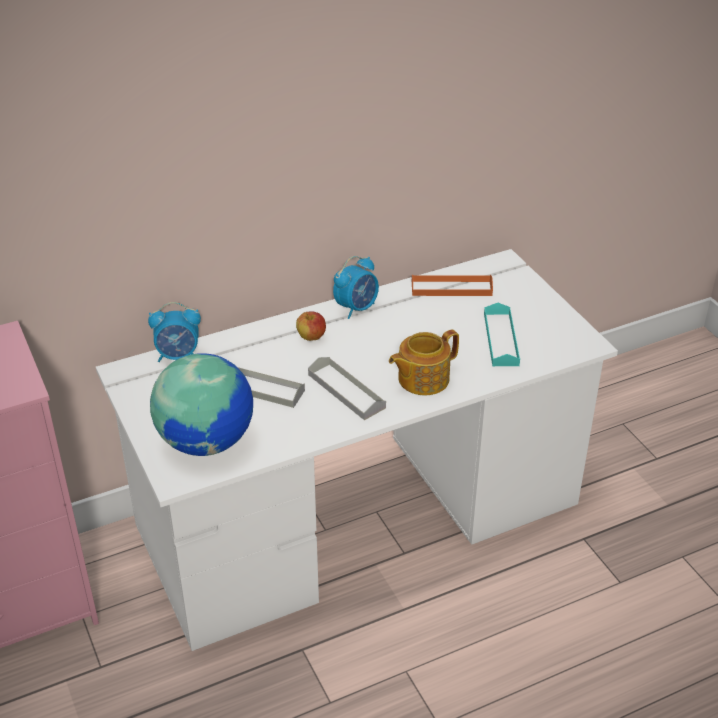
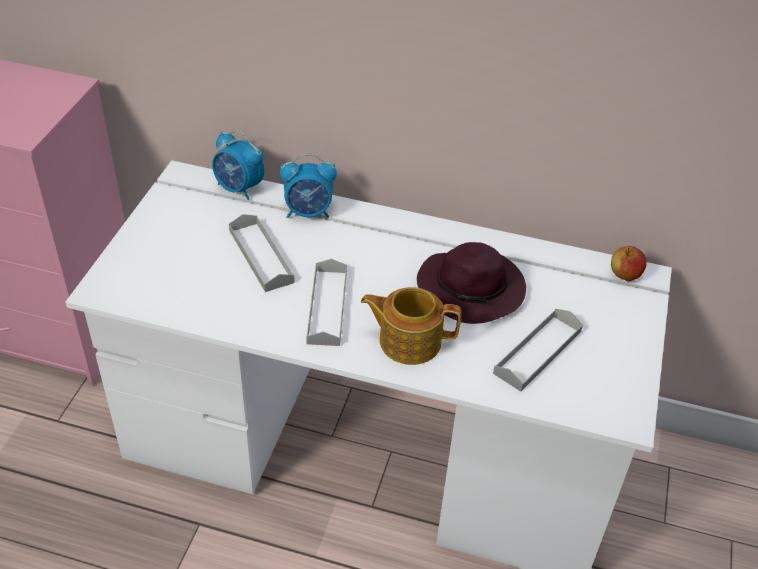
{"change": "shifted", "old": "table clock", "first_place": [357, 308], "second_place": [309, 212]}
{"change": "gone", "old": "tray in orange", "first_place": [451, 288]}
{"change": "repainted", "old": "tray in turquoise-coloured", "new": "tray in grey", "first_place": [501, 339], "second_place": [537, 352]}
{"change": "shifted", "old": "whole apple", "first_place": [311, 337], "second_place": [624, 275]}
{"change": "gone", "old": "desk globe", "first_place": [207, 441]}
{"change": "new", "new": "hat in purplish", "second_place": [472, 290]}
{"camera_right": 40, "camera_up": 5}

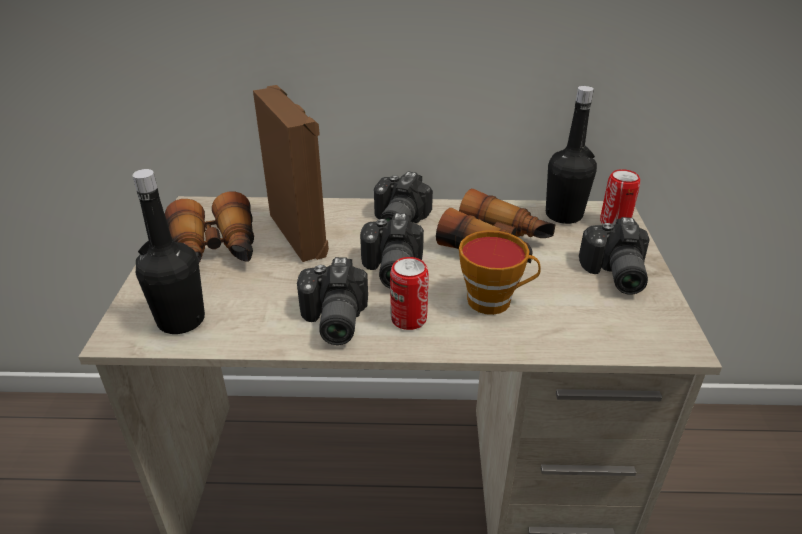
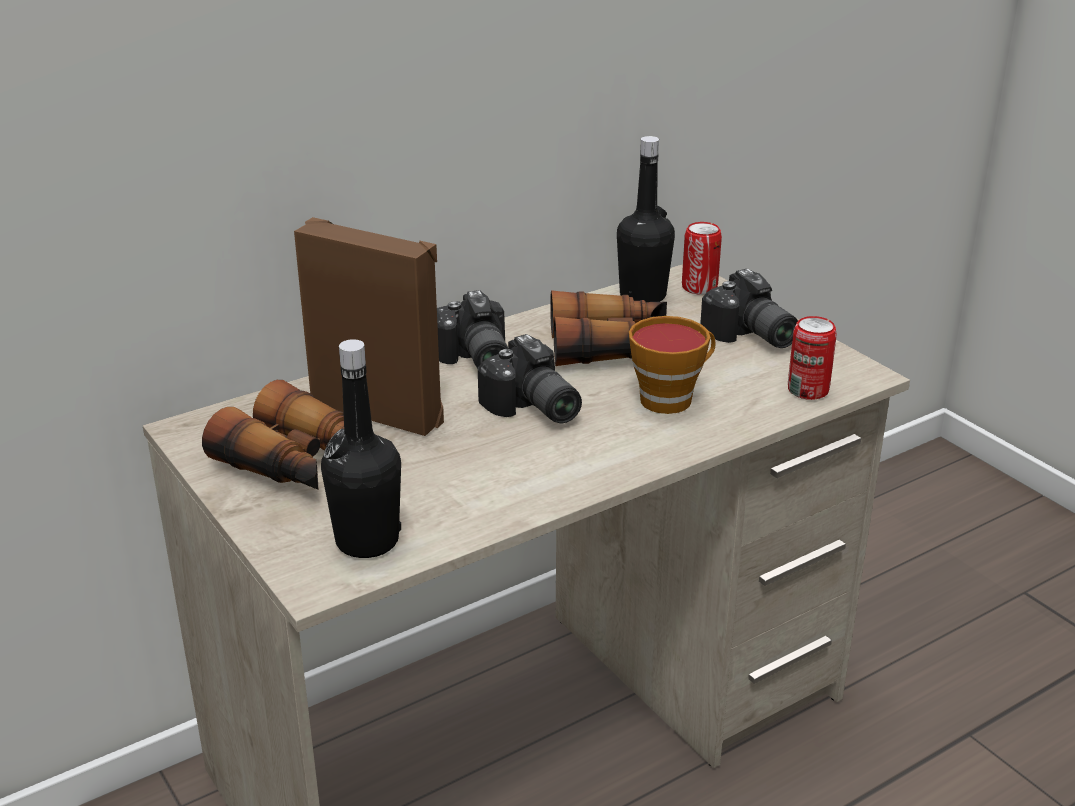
{"change": "gone", "old": "still camera", "first_place": [331, 321]}
{"change": "shifted", "old": "metal can", "first_place": [408, 319], "second_place": [808, 390]}
{"camera_right": -35, "camera_up": -5}

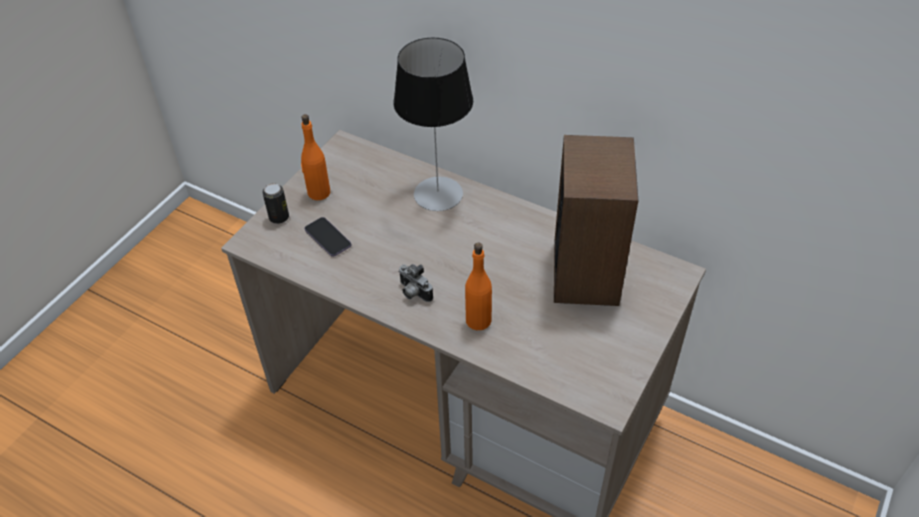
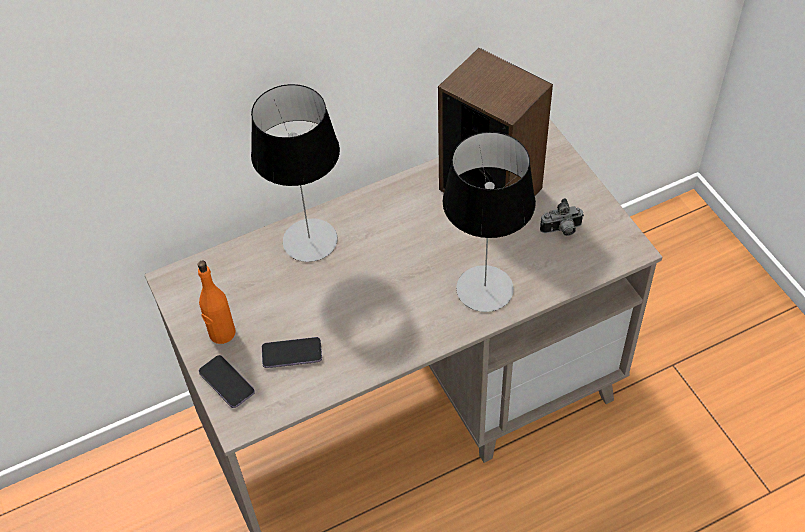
{"change": "swapped", "old": "metal can", "new": "handset", "first_place": [279, 217], "second_place": [227, 382]}
{"change": "swapped", "old": "bottle in orange", "new": "tabletop lamp", "first_place": [478, 320], "second_place": [485, 288]}
{"change": "shifted", "old": "still camera", "first_place": [413, 293], "second_place": [562, 230]}
{"camera_right": -55, "camera_up": 5}

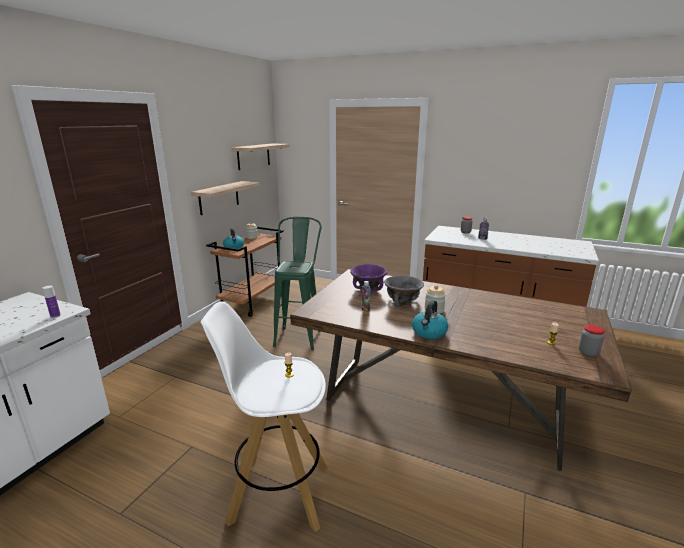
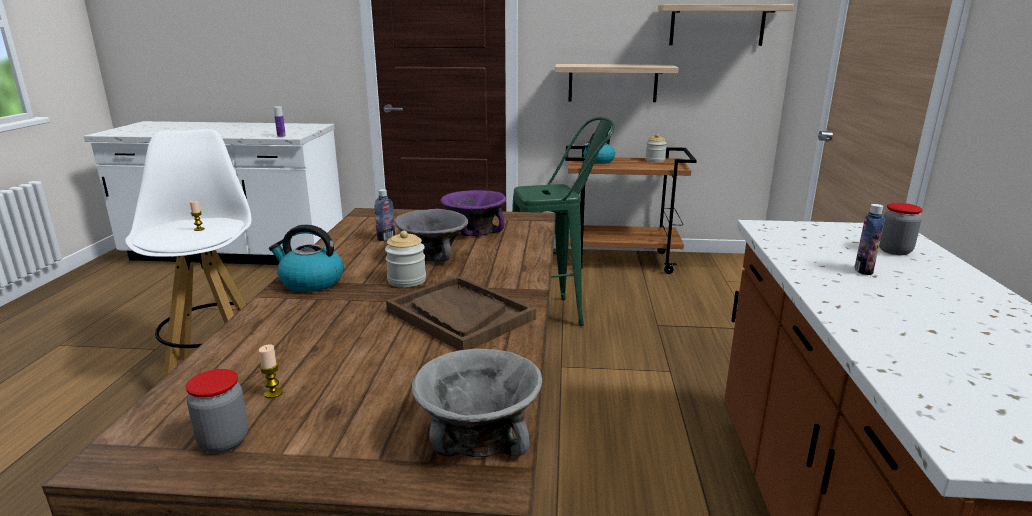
{"change": "new", "new": "tray in brown-coloured", "second_place": [459, 315]}
{"change": "new", "new": "bowl in grey", "second_place": [480, 438]}
{"camera_right": 70, "camera_up": 0}

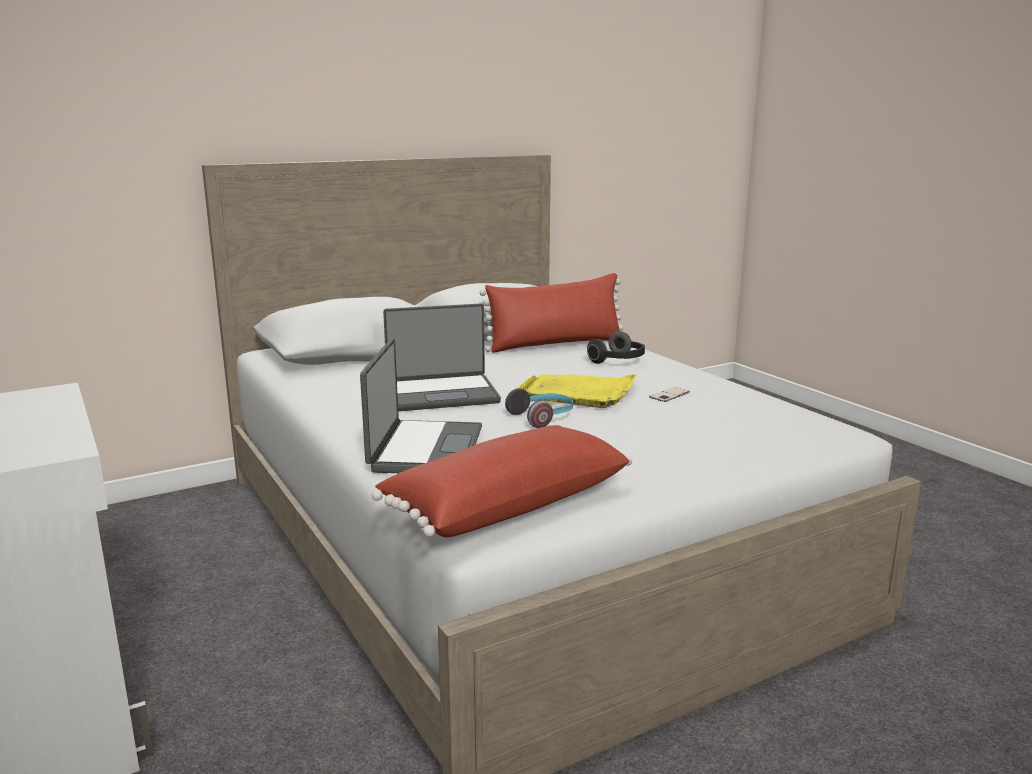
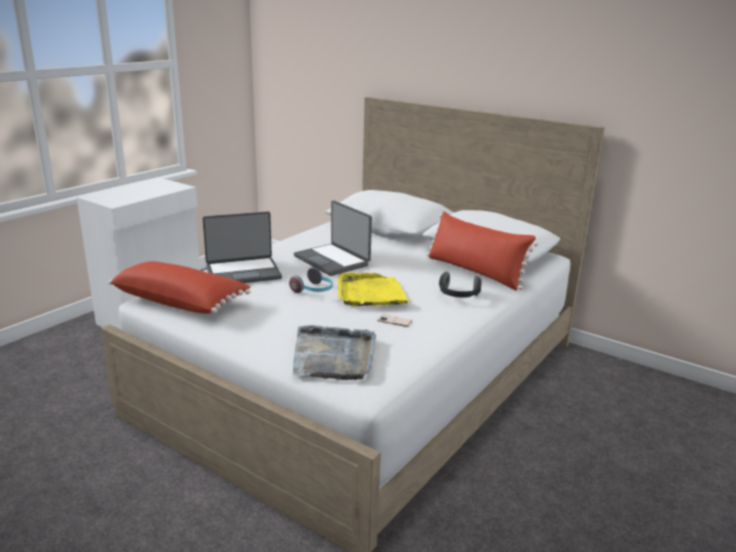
{"change": "new", "new": "tray in grey", "second_place": [333, 356]}
{"camera_right": 65, "camera_up": 5}

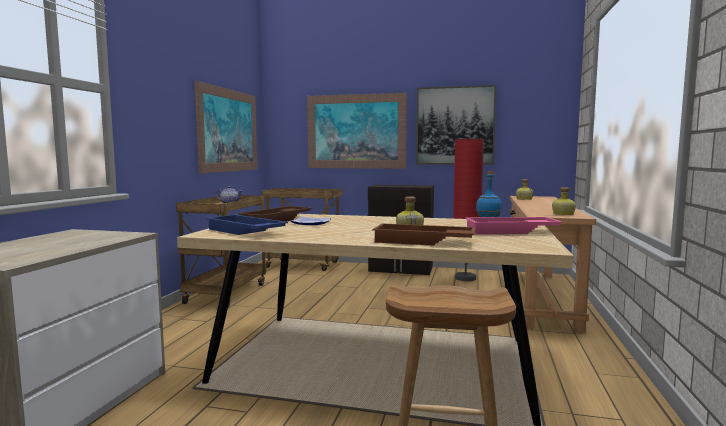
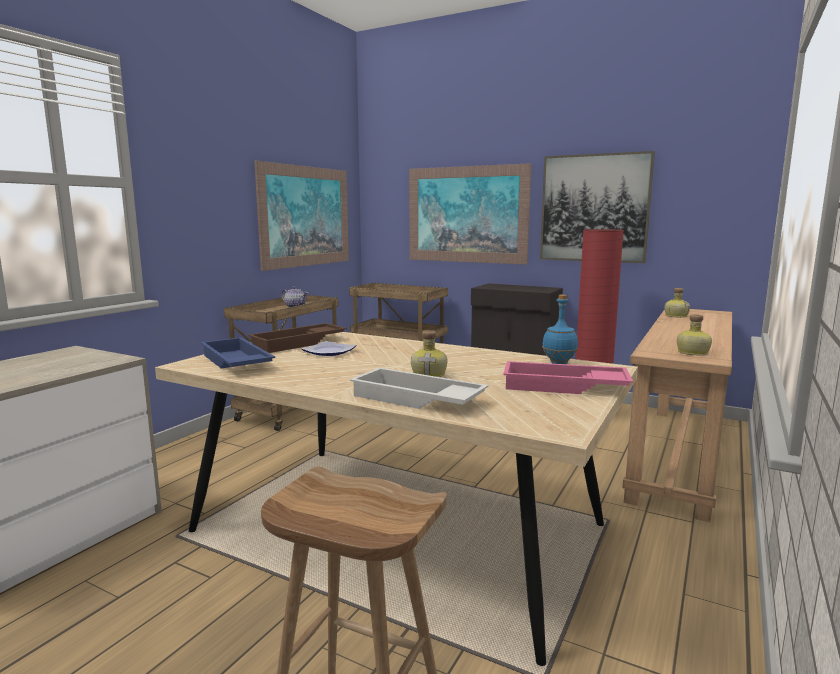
{"change": "repainted", "old": "tray in brown-coloured", "new": "tray in white-coloured", "first_place": [423, 241], "second_place": [415, 399]}
{"camera_right": 15, "camera_up": 5}

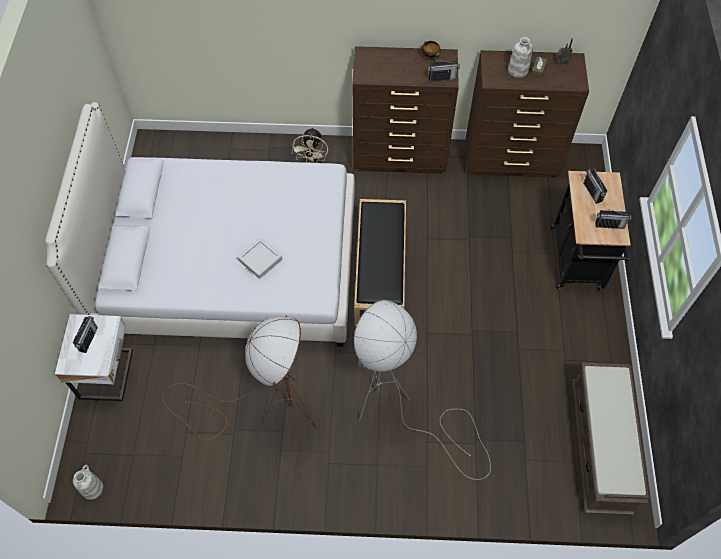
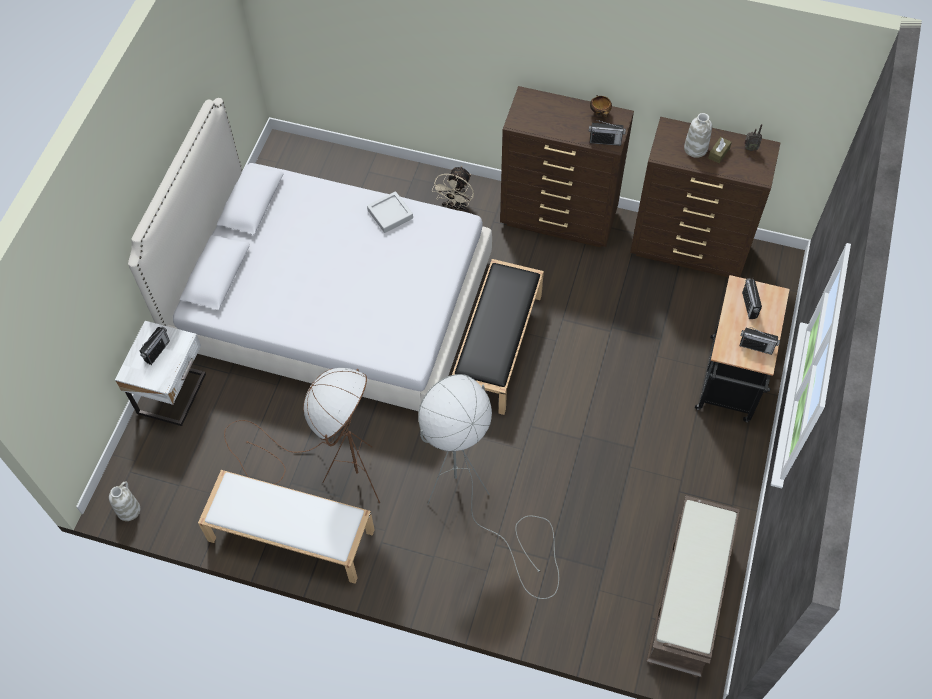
{"change": "shifted", "old": "tray in grey", "first_place": [260, 260], "second_place": [390, 214]}
{"change": "new", "new": "indoor bench in white-coloured", "second_place": [290, 535]}
{"camera_right": 15, "camera_up": 0}

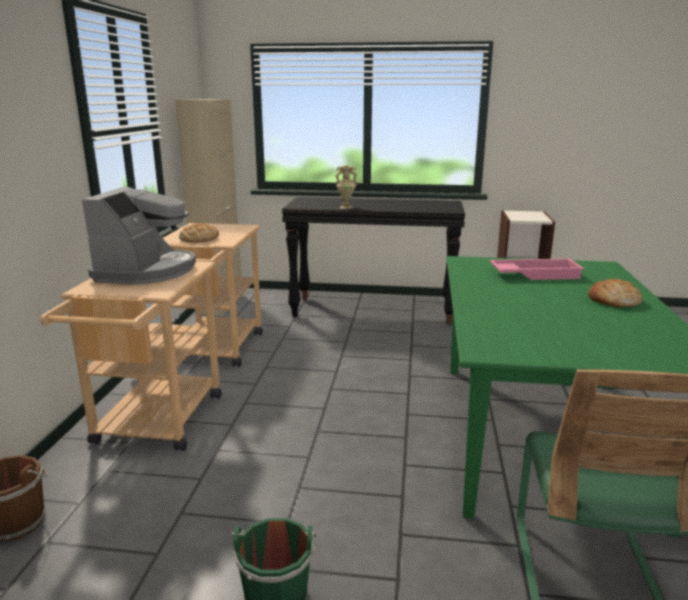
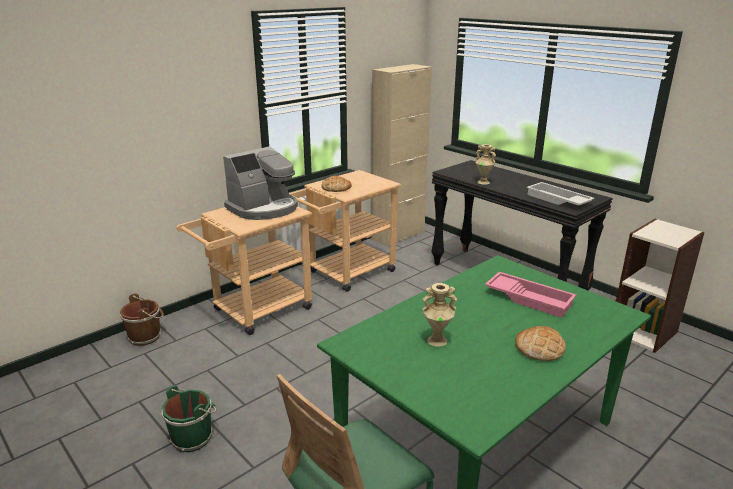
{"change": "new", "new": "tray in white-coloured", "second_place": [557, 200]}
{"change": "new", "new": "flower vase in sand-coloured", "second_place": [437, 340]}
{"camera_right": 40, "camera_up": 5}

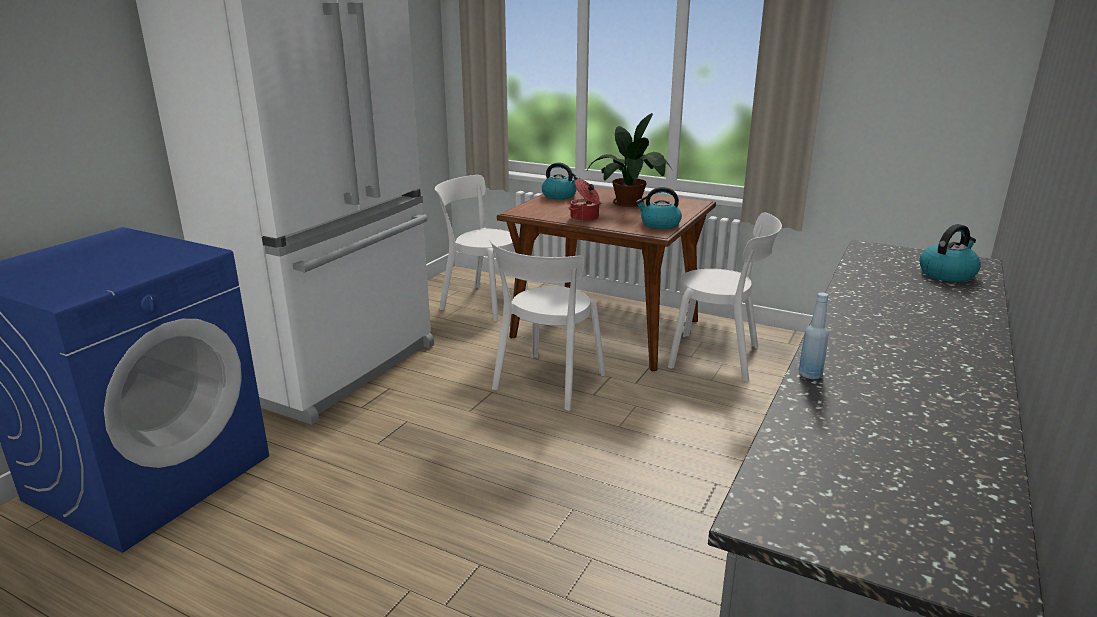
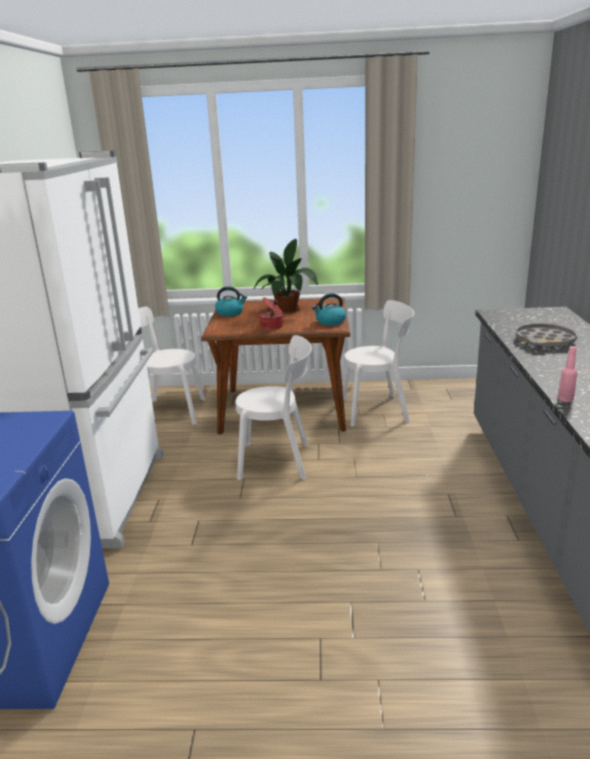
{"change": "gone", "old": "tea kettle", "first_place": [947, 274]}
{"change": "rotated", "old": "upright chair in white-coloured", "first_place": [547, 383], "second_place": [278, 461], "degrees": -90}
{"change": "repainted", "old": "bottle in bluish", "new": "bottle in pinkish", "first_place": [810, 375], "second_place": [565, 399]}
{"change": "new", "new": "tray in grey", "second_place": [545, 340]}
{"camera_right": -25, "camera_up": 0}

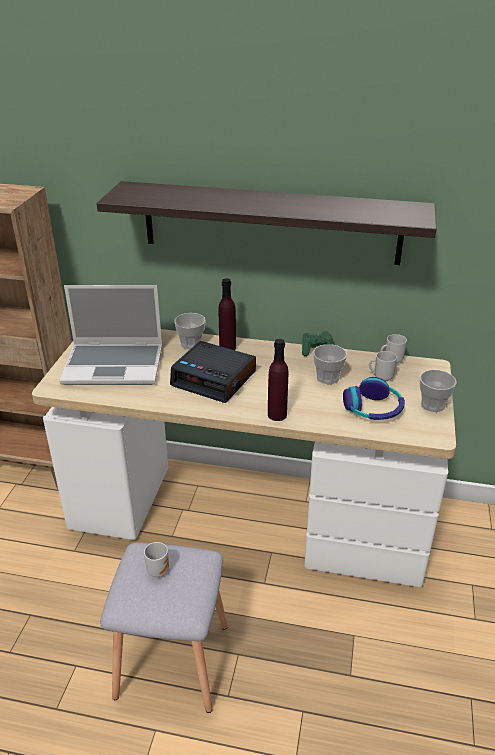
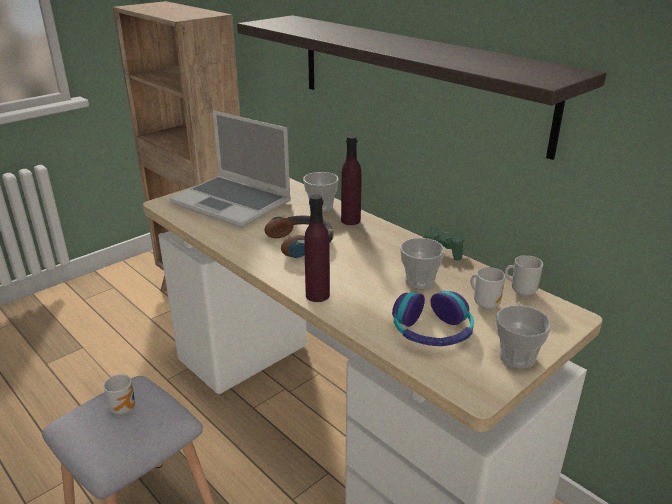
{"change": "swapped", "old": "table clock", "new": "headset", "first_place": [215, 379], "second_place": [302, 242]}
{"camera_right": 35, "camera_up": -5}

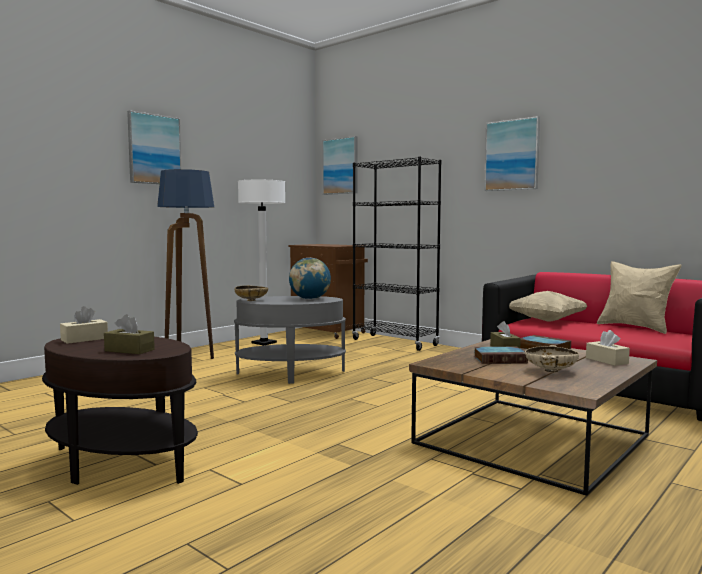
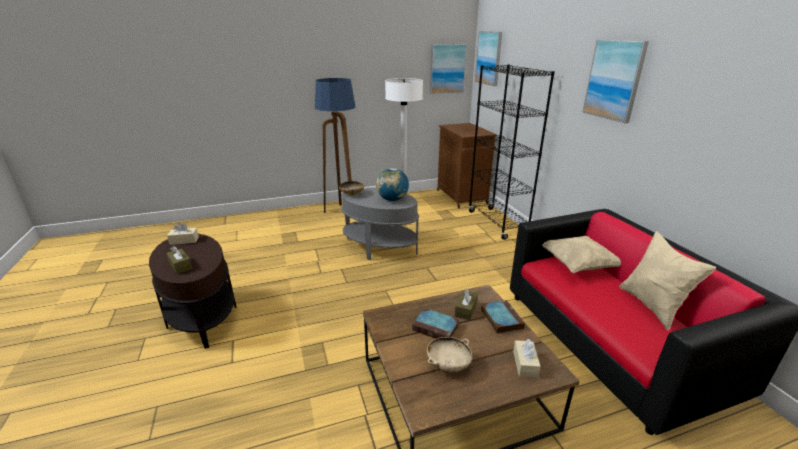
{"change": "shifted", "old": "wall picture", "first_place": [154, 149], "second_place": [447, 68]}
{"camera_right": 30, "camera_up": 20}

